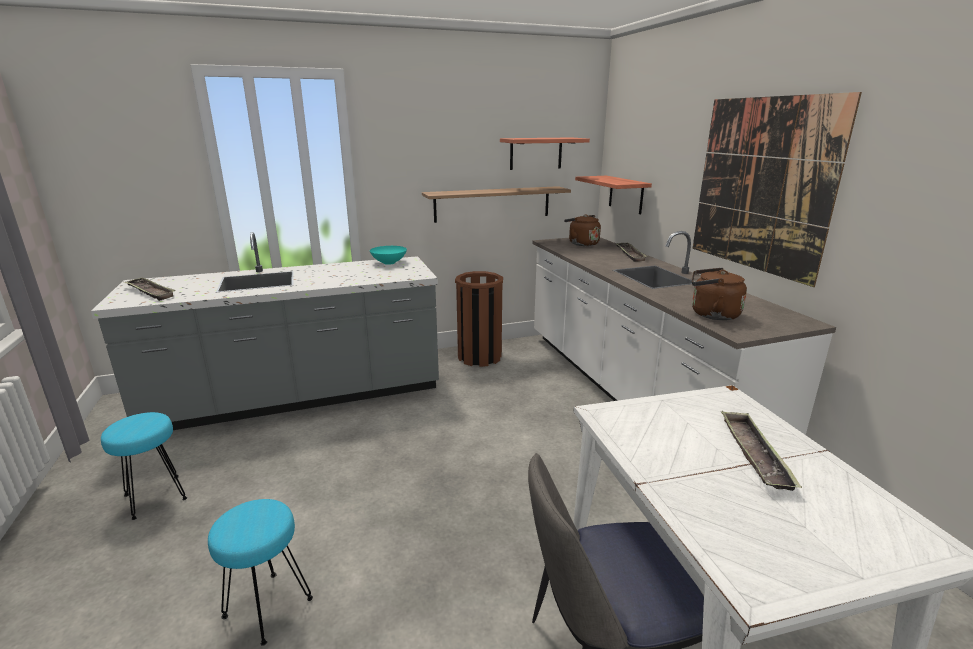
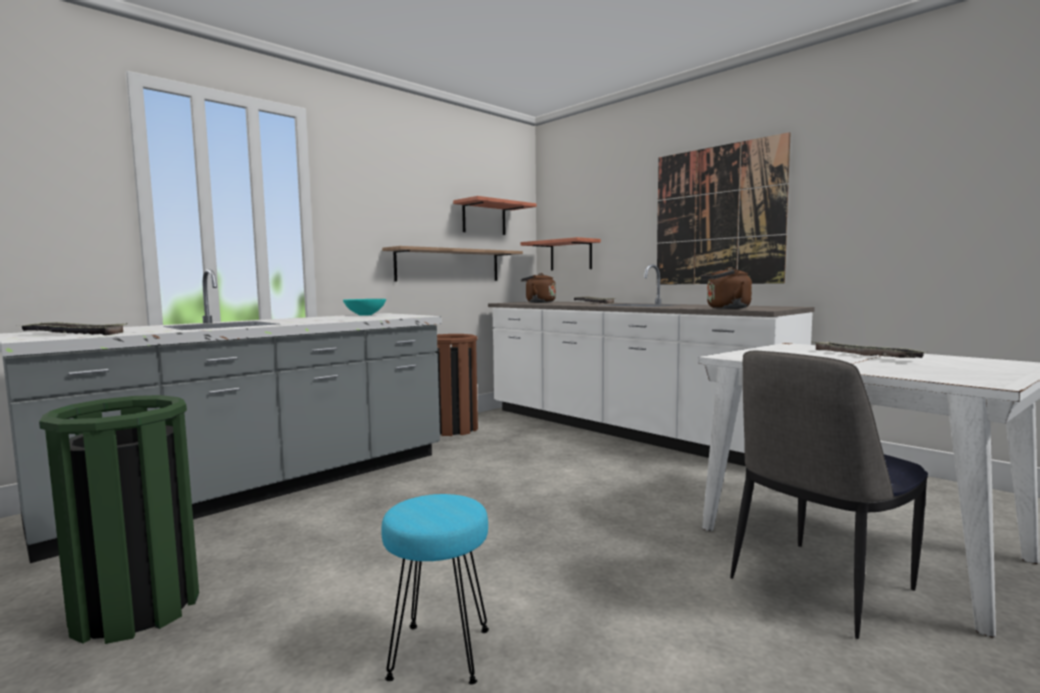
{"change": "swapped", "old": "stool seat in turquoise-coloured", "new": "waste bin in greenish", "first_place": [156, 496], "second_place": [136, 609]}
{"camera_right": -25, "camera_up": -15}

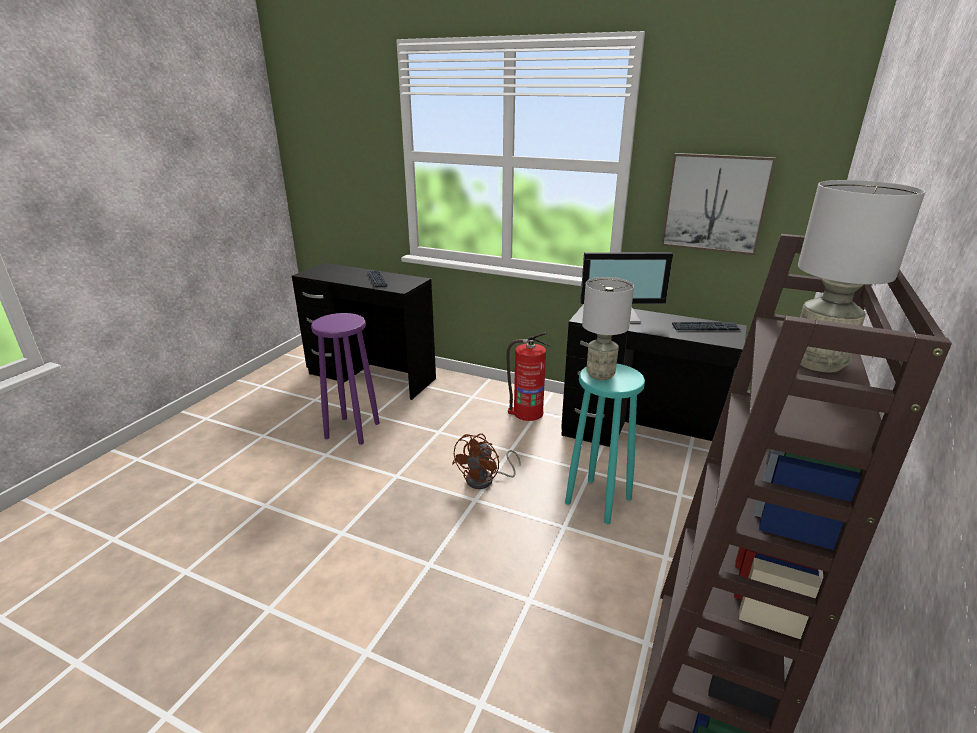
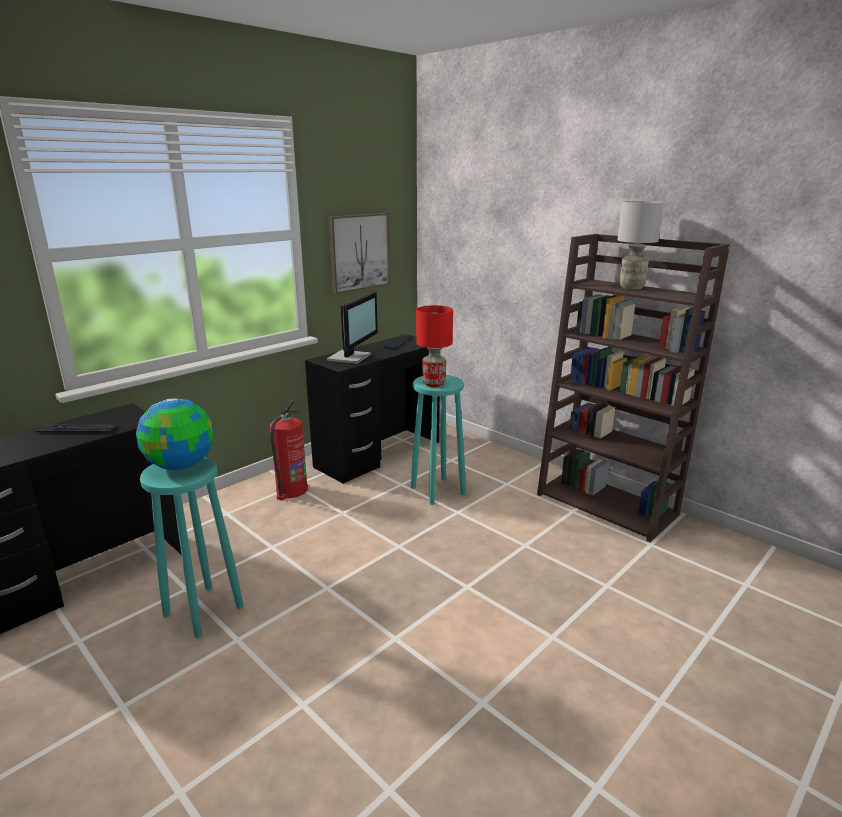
{"change": "repainted", "old": "tabletop lamp in grey", "new": "tabletop lamp in red", "first_place": [600, 375], "second_place": [434, 384]}
{"change": "repainted", "old": "stool seat in purplish", "new": "stool seat in turquoise-coloured", "first_place": [352, 430], "second_place": [202, 611]}
{"change": "gone", "old": "cooling fan in brown-coloured", "first_place": [485, 480]}
{"change": "new", "new": "desk globe", "second_place": [181, 465]}
{"camera_right": -70, "camera_up": -5}

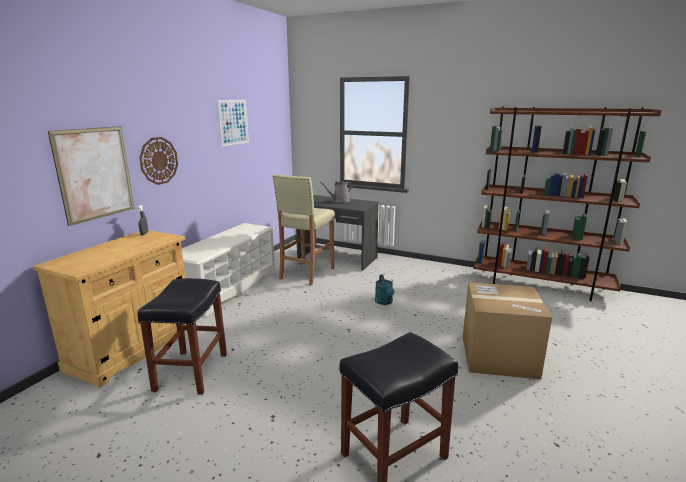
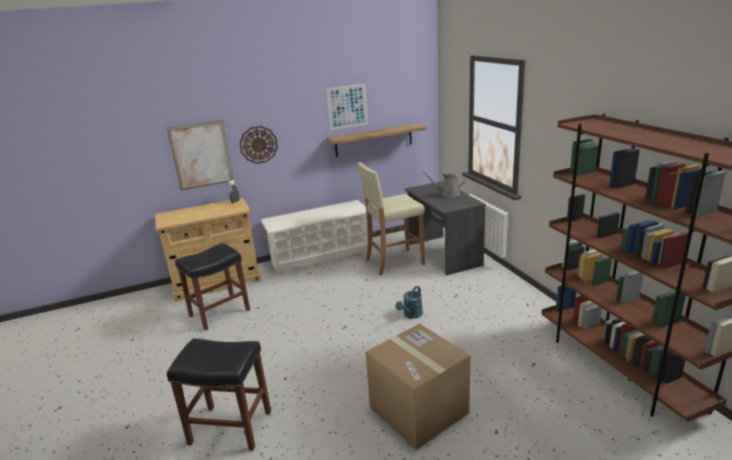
{"change": "new", "new": "wall shelf", "second_place": [374, 140]}
{"camera_right": 45, "camera_up": 5}

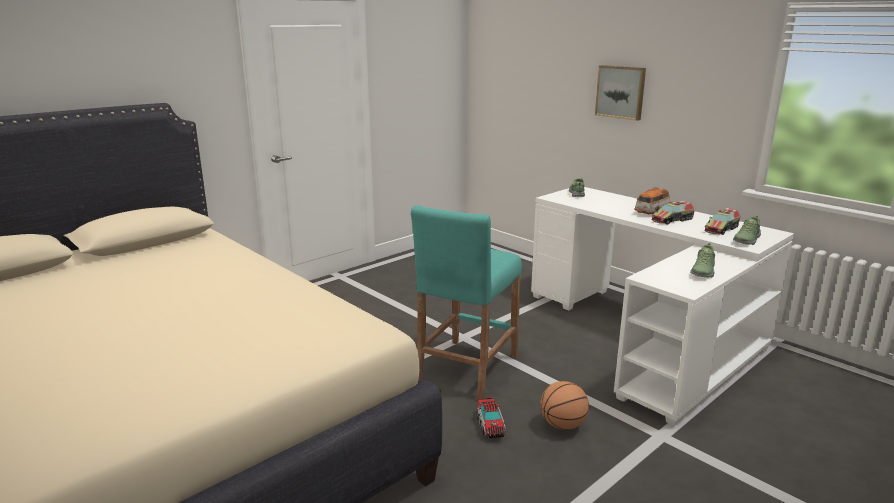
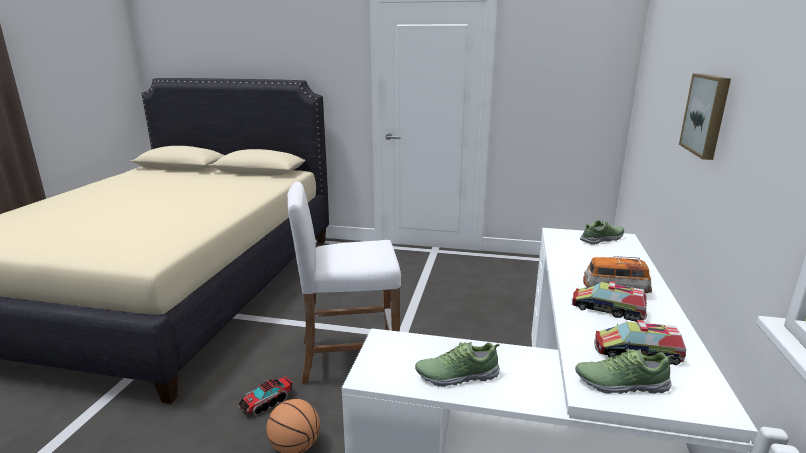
{"change": "repainted", "old": "stool seat in turquoise-coloured", "new": "stool seat in white-coloured", "first_place": [466, 369], "second_place": [349, 357]}
{"camera_right": 55, "camera_up": 0}

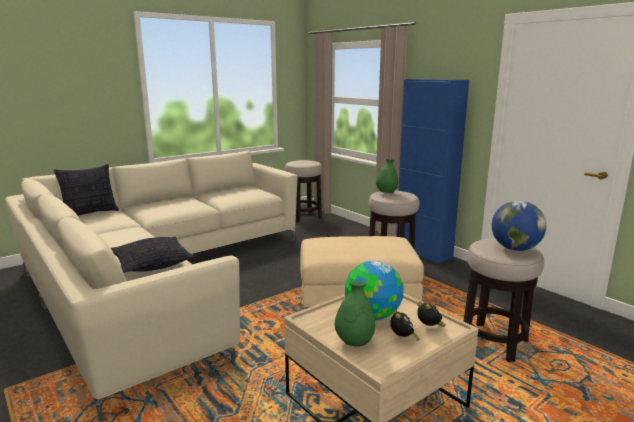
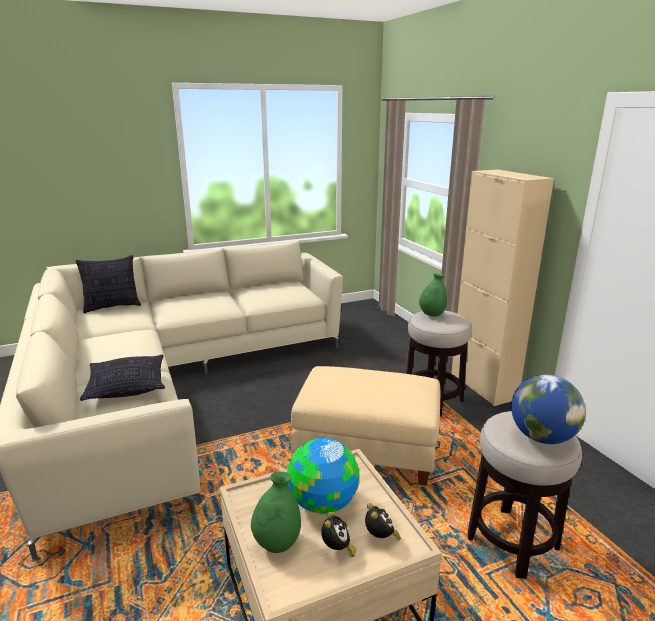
{"change": "repainted", "old": "storage cabinet in bluish", "new": "storage cabinet in sand-coloured", "first_place": [423, 252], "second_place": [483, 386]}
{"change": "gone", "old": "stool seat", "first_place": [304, 216]}
{"camera_right": 15, "camera_up": 5}

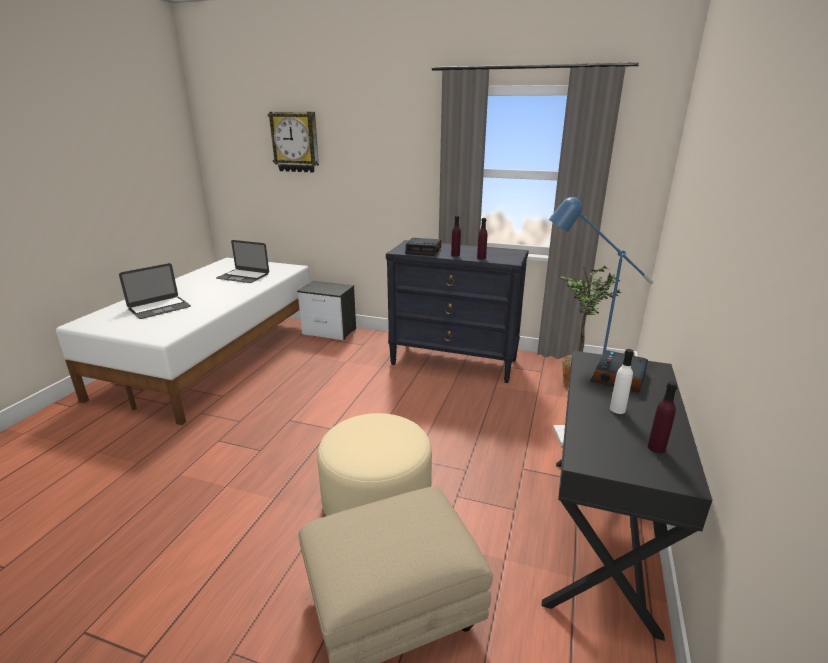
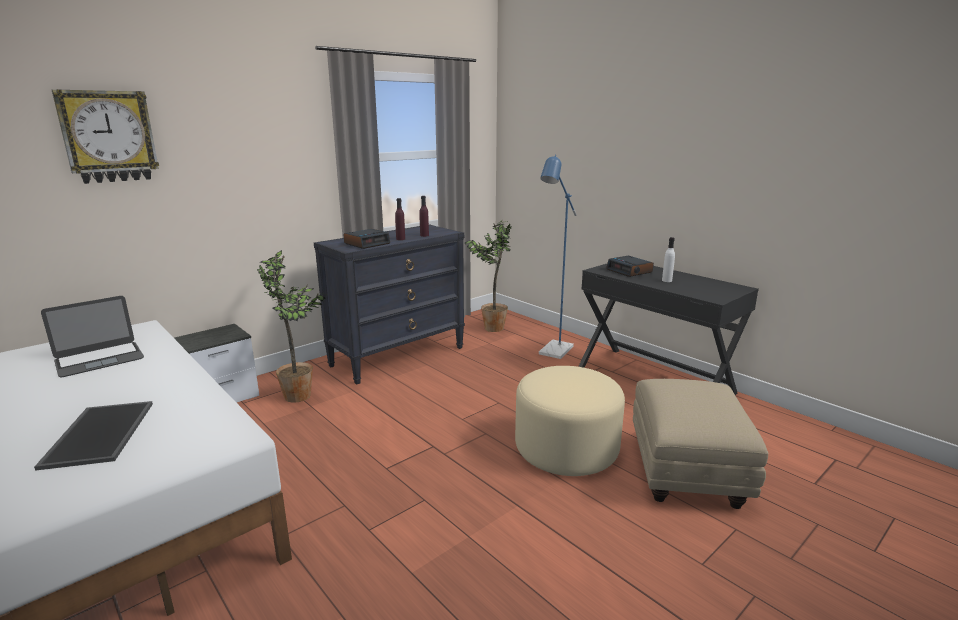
{"change": "swapped", "old": "notebook computer", "new": "tray", "first_place": [159, 308], "second_place": [98, 433]}
{"change": "gone", "old": "bottle in purplish", "first_place": [656, 447]}
{"change": "new", "new": "plant in a pot", "second_place": [300, 397]}
{"camera_right": -60, "camera_up": -5}

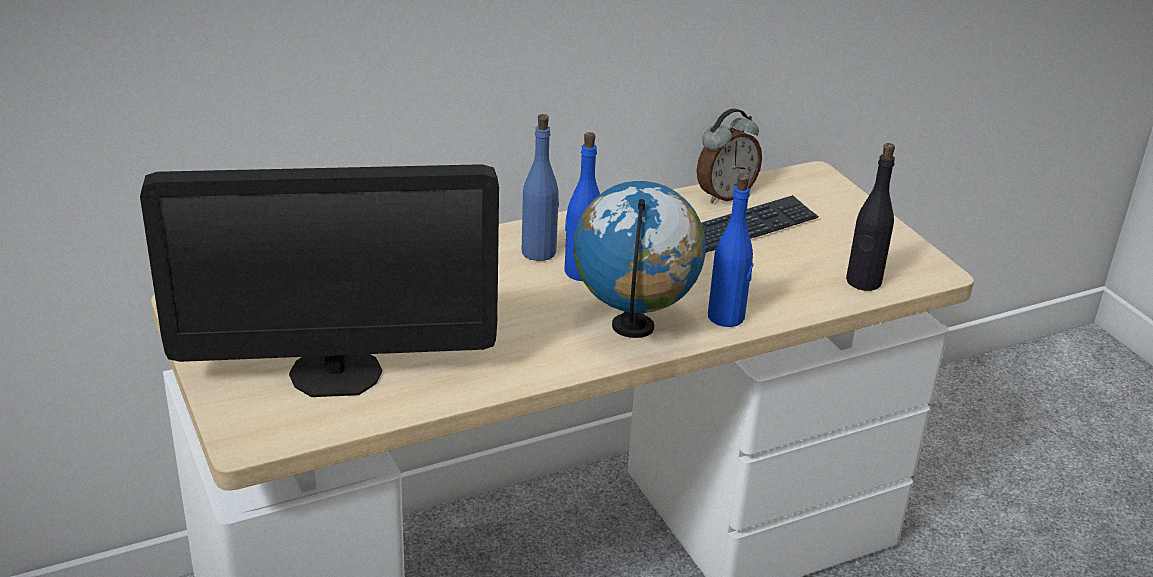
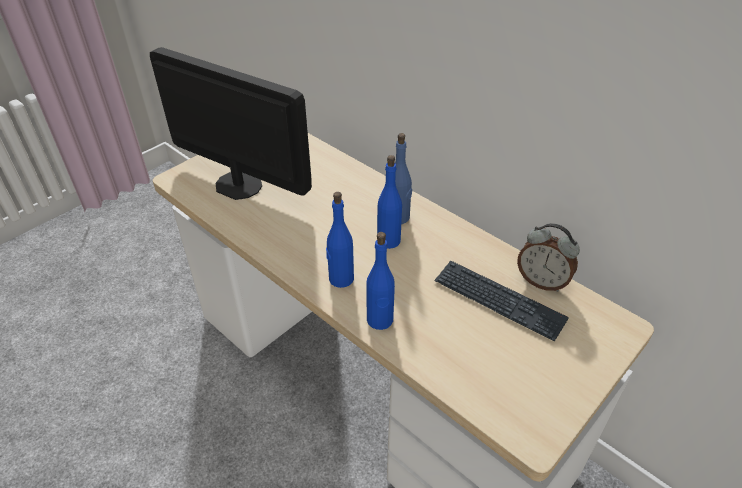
{"change": "gone", "old": "bottle in blackish", "first_place": [863, 282]}
{"change": "rotated", "old": "computer display", "first_place": [335, 373], "second_place": [239, 185], "degrees": 150}
{"change": "swapped", "old": "desk globe", "new": "bottle in bluish", "first_place": [633, 327], "second_place": [341, 279]}
{"camera_right": 70, "camera_up": 10}

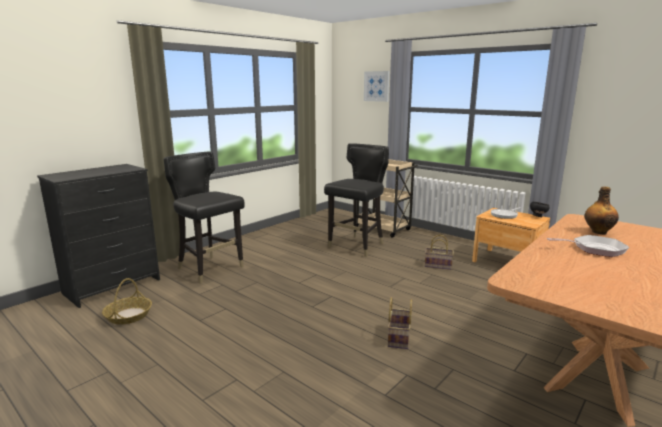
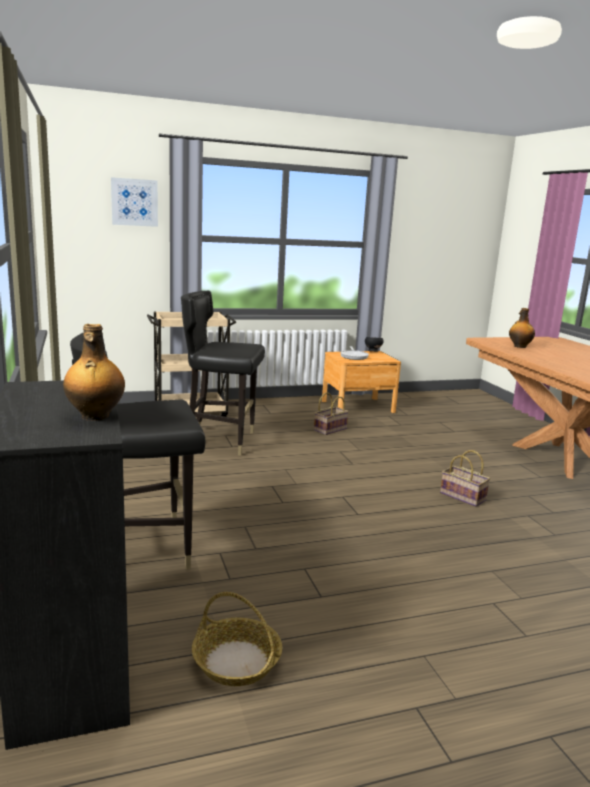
{"change": "rotated", "old": "upright chair in blackish", "first_place": [357, 246], "second_place": [220, 441], "degrees": -60}
{"change": "gone", "old": "pan", "first_place": [594, 249]}
{"change": "new", "new": "bottle", "second_place": [95, 417]}
{"camera_right": -60, "camera_up": 0}

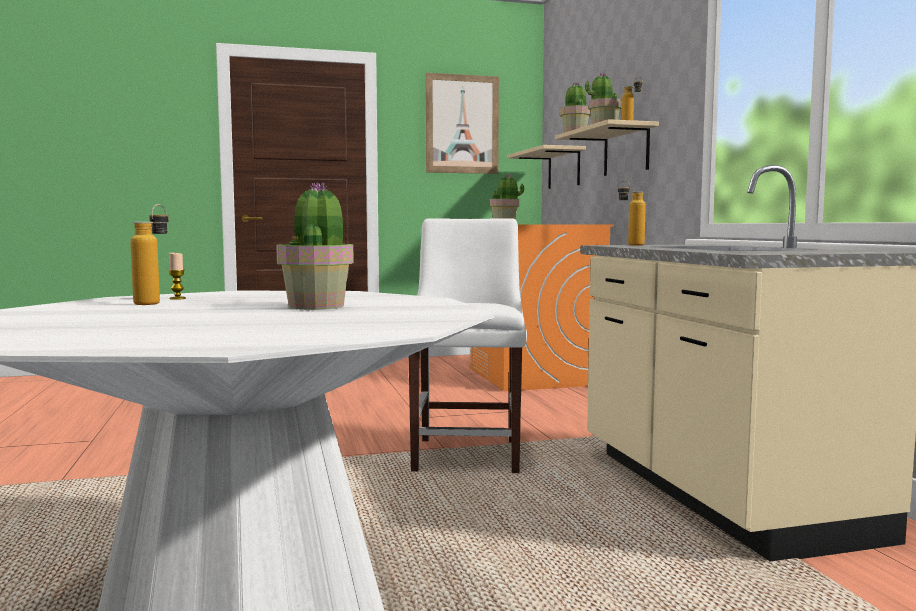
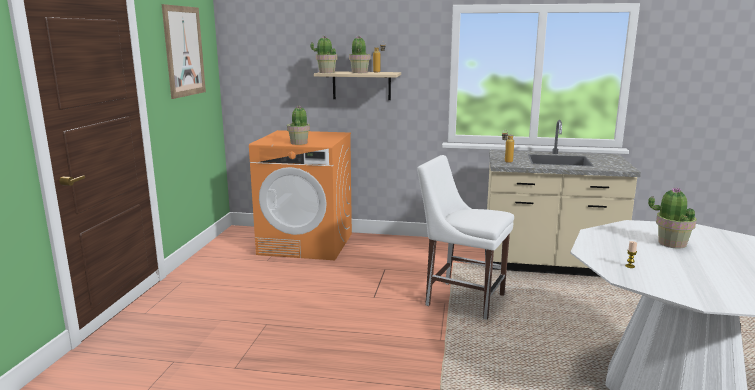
{"change": "gone", "old": "wall shelf in sand-coloured", "first_place": [564, 169]}
{"change": "gone", "old": "bottle", "first_place": [154, 303]}
{"camera_right": -65, "camera_up": 10}

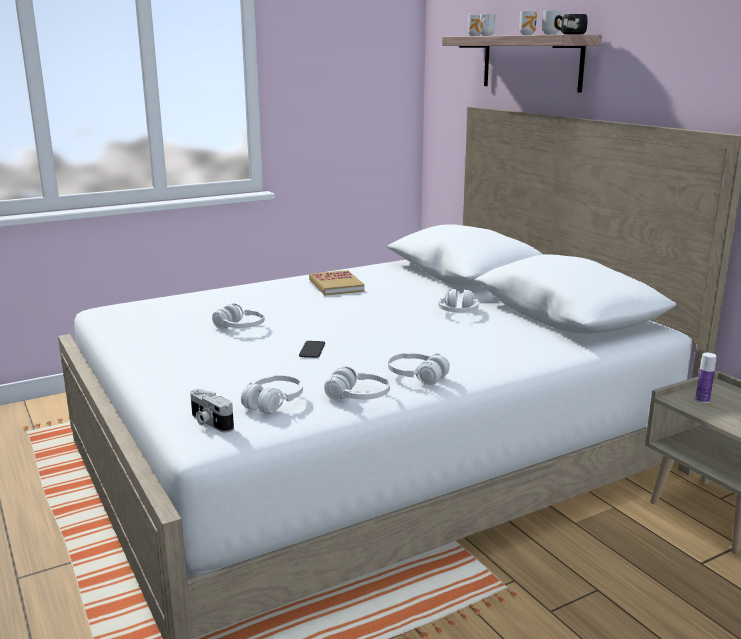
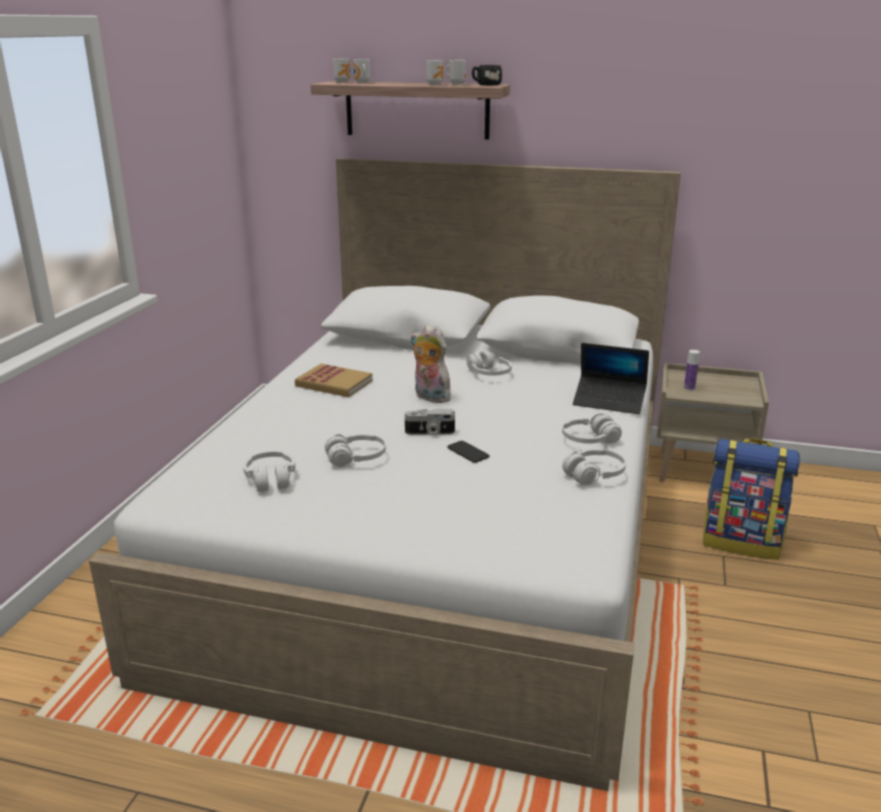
{"change": "shifted", "old": "headset in white-coloured", "first_place": [273, 402], "second_place": [271, 479]}
{"change": "shifted", "old": "still camera", "first_place": [209, 422], "second_place": [429, 433]}
{"change": "new", "new": "soft toy", "second_place": [429, 397]}
{"change": "new", "new": "notebook computer", "second_place": [609, 401]}
{"change": "new", "new": "knapsack", "second_place": [742, 541]}
{"camera_right": -45, "camera_up": 5}

